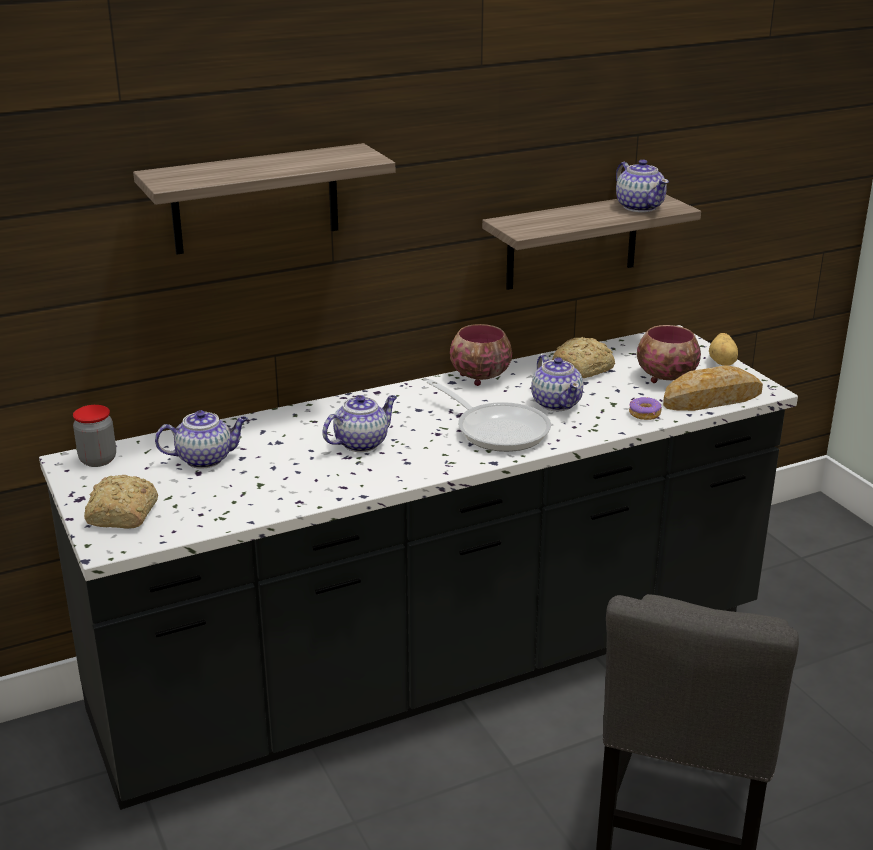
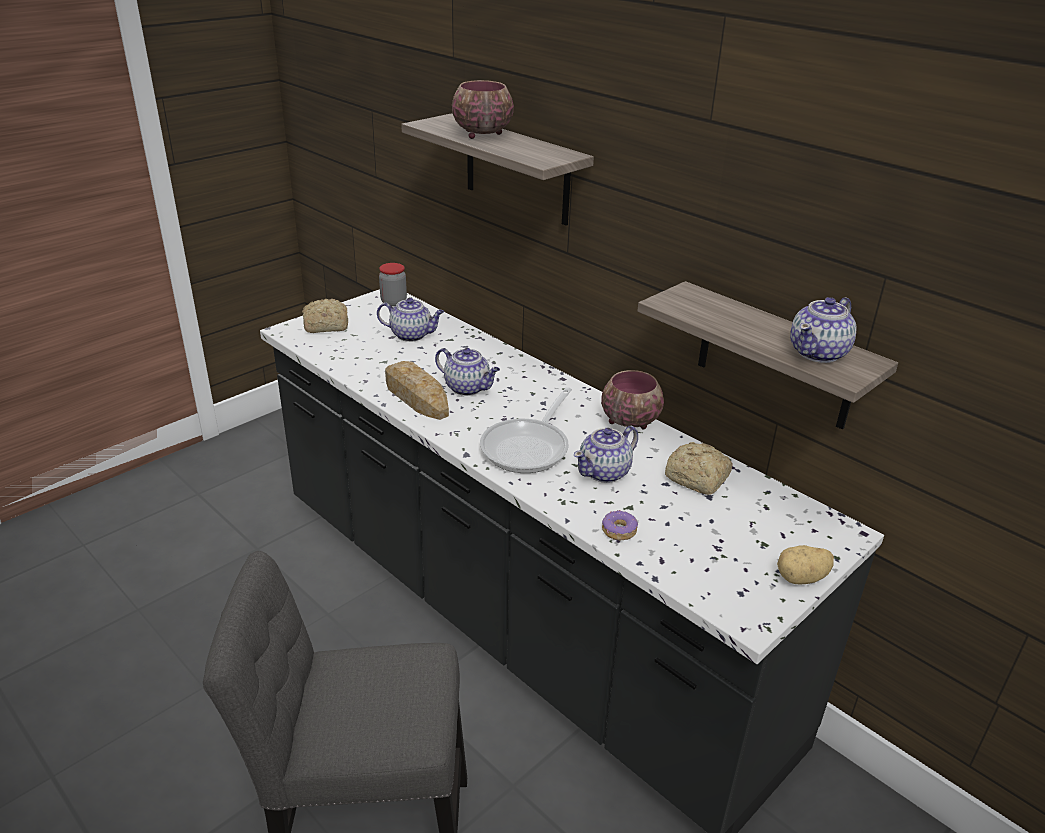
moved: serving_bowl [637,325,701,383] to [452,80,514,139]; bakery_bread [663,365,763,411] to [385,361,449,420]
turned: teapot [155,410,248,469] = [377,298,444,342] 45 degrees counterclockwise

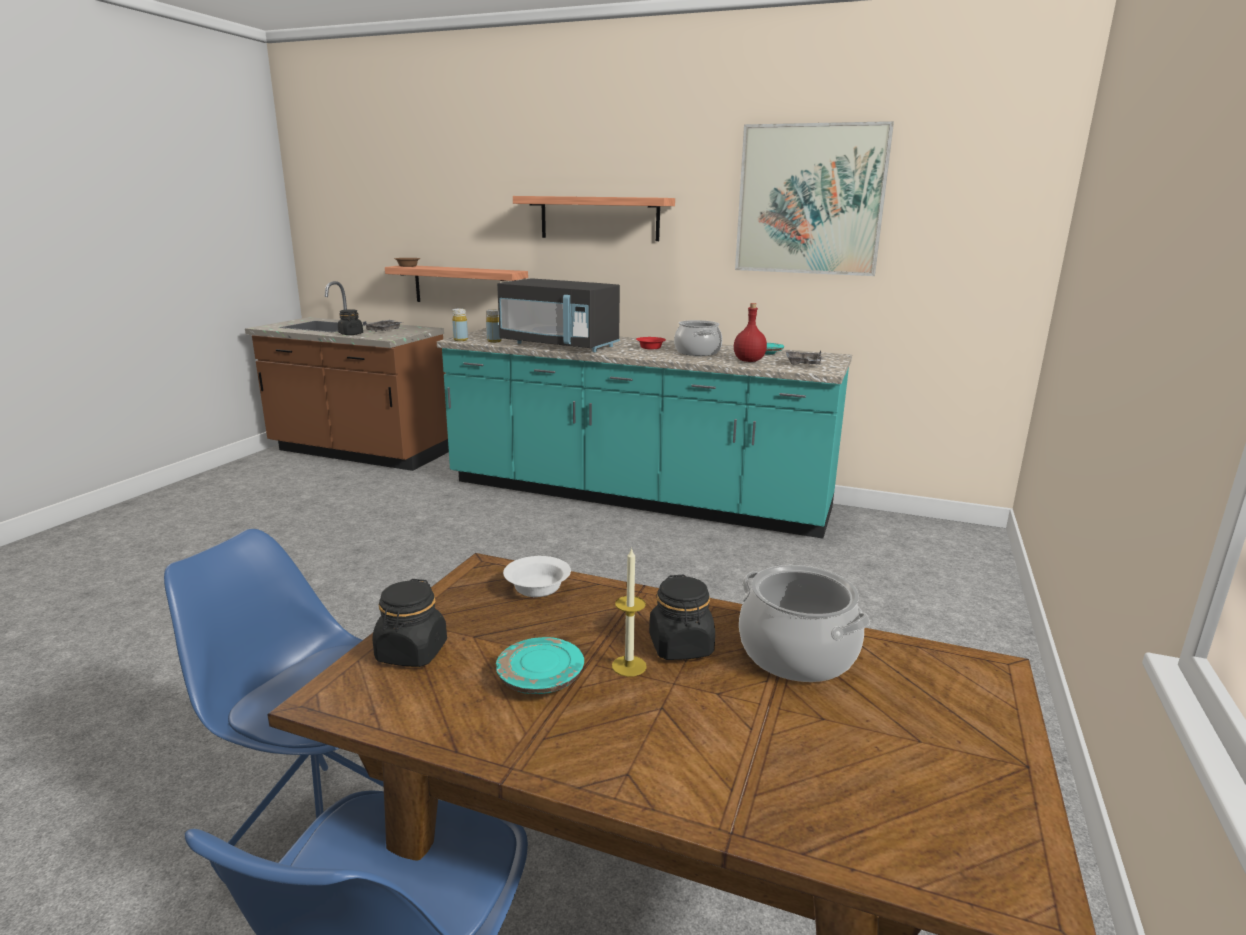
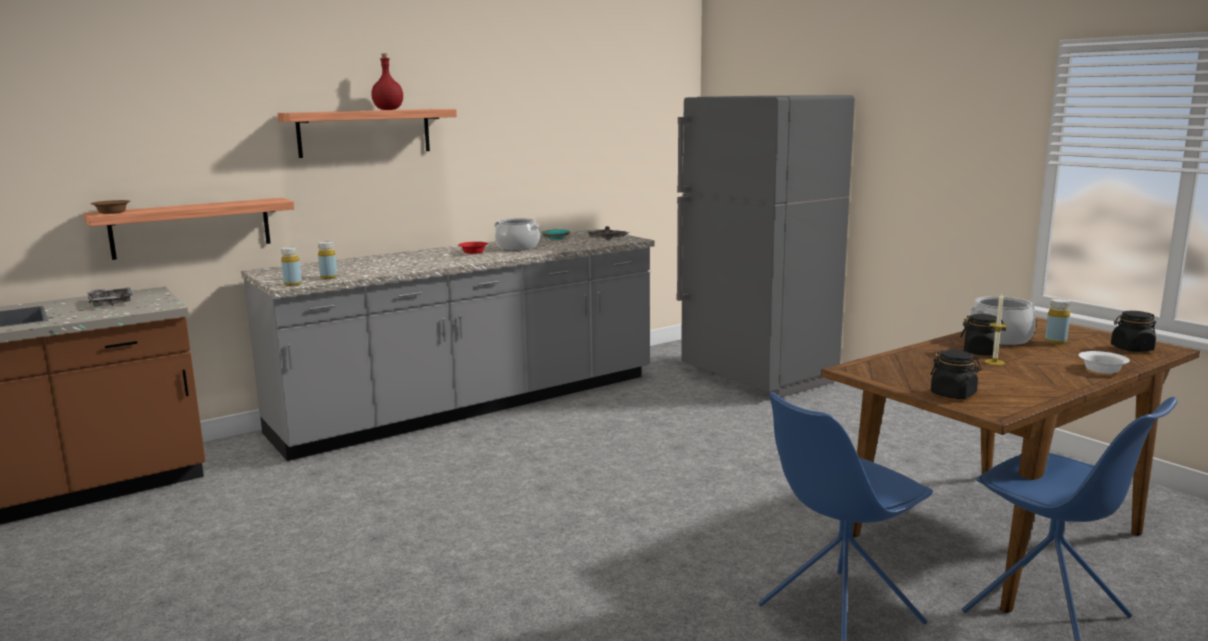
removed: turquoise-coloured_dinner_plate [496,637,584,694]; black-coloured_microwave [497,278,620,352]; wall_picture [735,121,894,276]
added: gray_fridge [676,95,855,397]; yellowish_beverage_bottle [1045,298,1070,344]
moved: black-coloured_storage_jar [338,309,363,335] to [1111,311,1156,352]; whitish_serving_bowl [503,556,571,597] to [1079,351,1130,374]; red-coloured_beverage_bottle [734,303,767,362] to [371,54,403,110]
recoloured: turquoise-coloured_kitchen_counter [437,328,852,539] to gray_kitchen_counter [241,229,655,461]

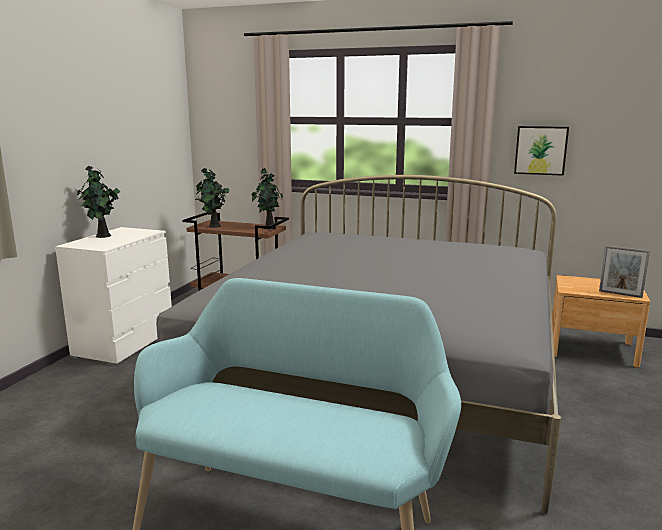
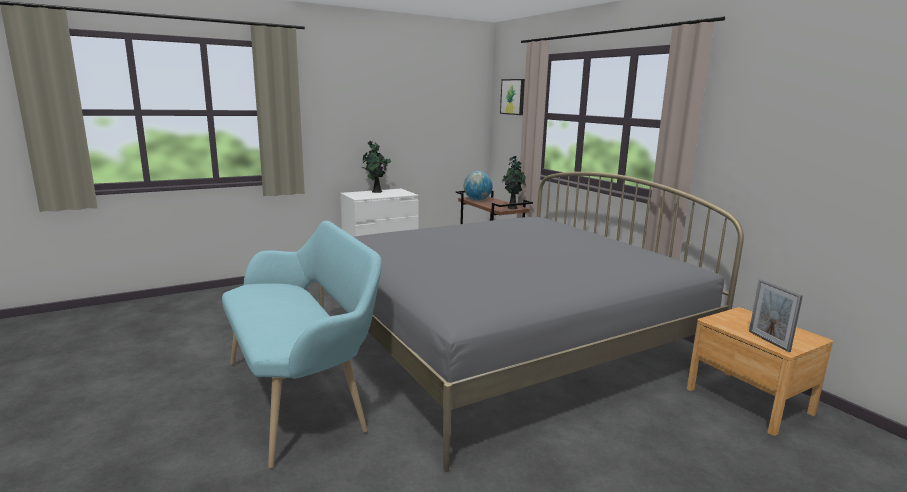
moved: wall_picture [514,126,569,176] to [500,79,525,115]
replaced: potted_plant [195,168,229,228] to world_globe [464,171,493,201]

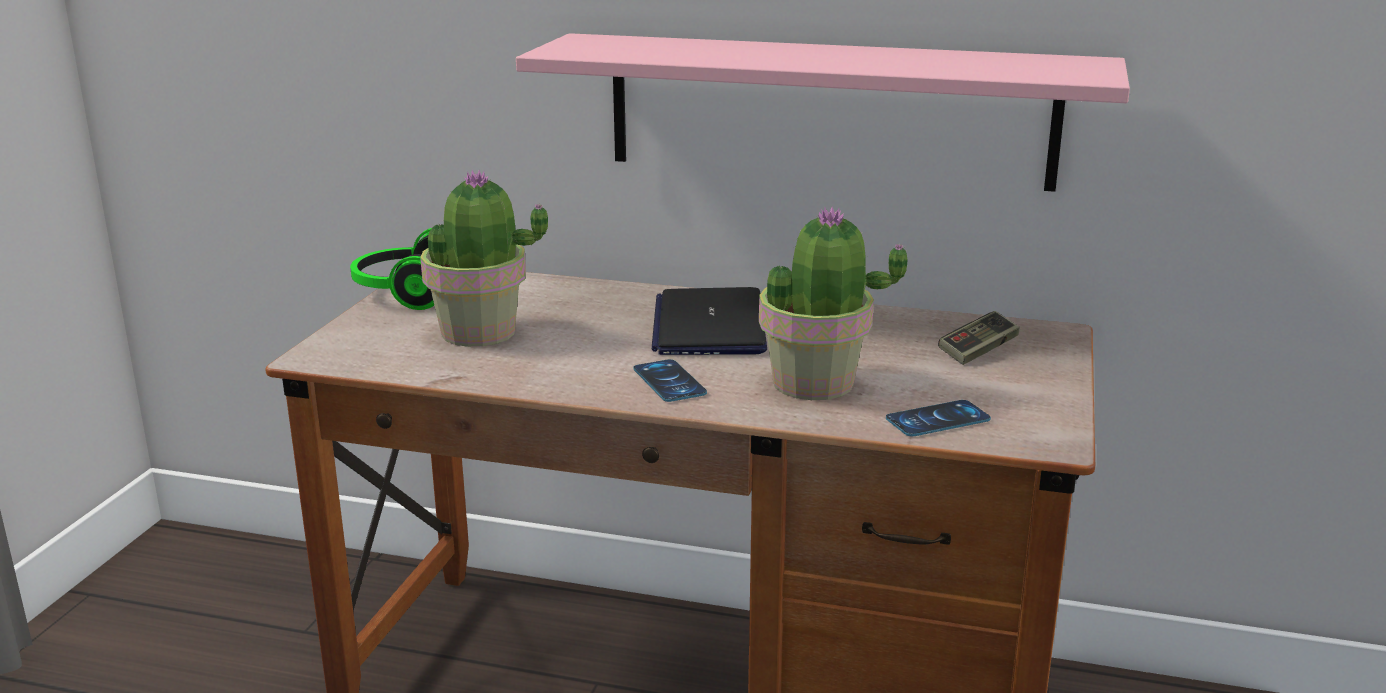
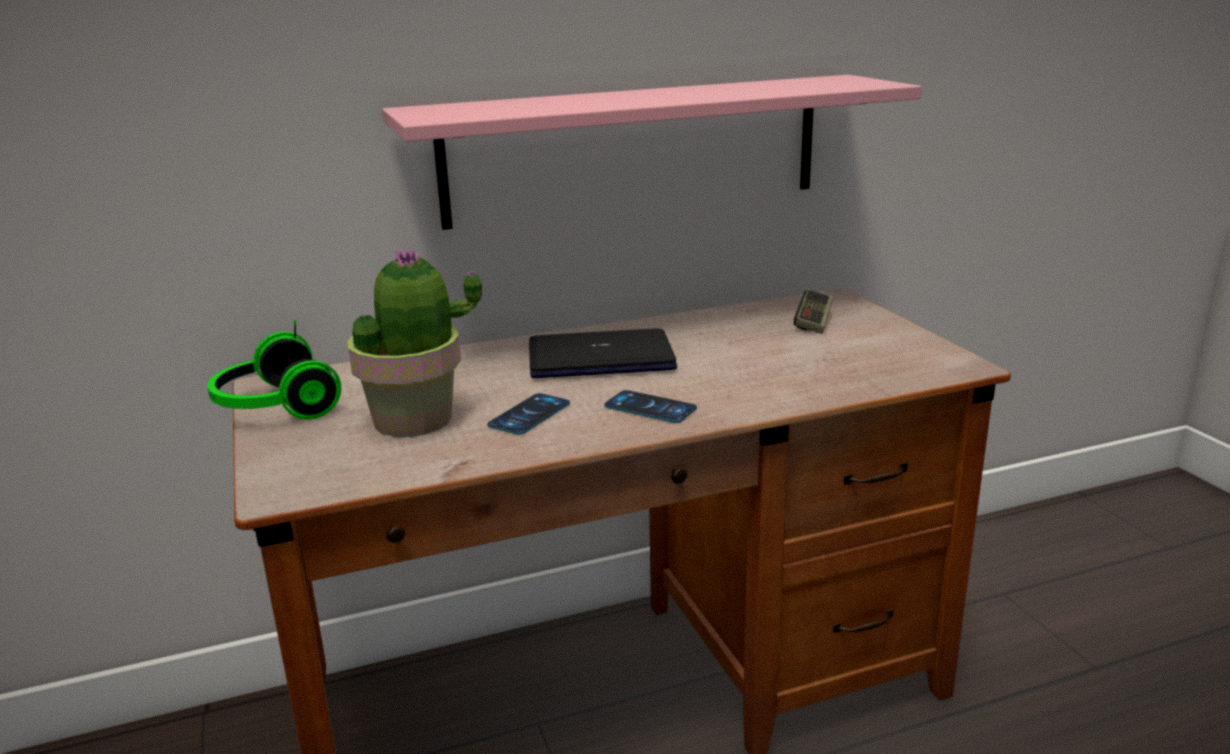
removed: potted_plant [759,206,908,400]
moved: phone [886,400,991,436] to [487,393,570,435]
turned: portable_computer [652,287,767,355] = [529,328,677,378] 120 degrees clockwise

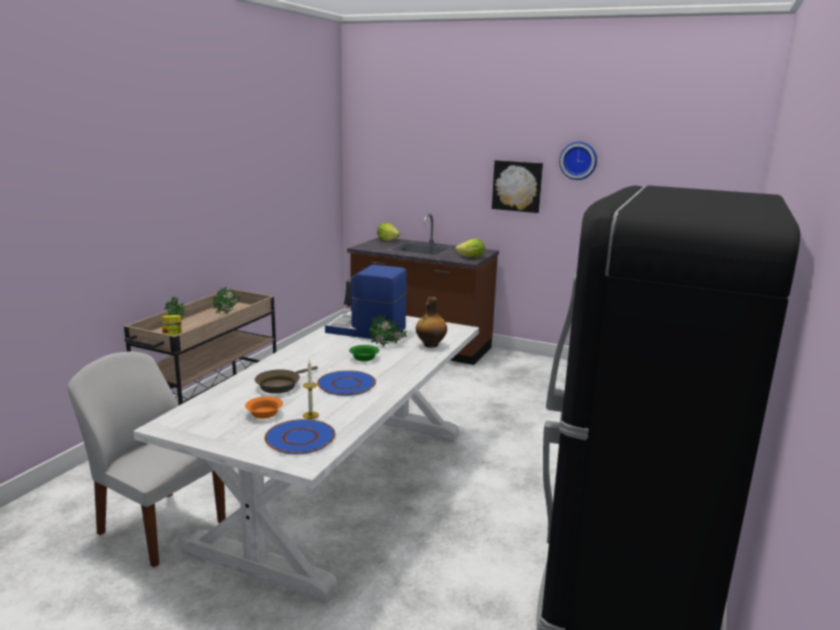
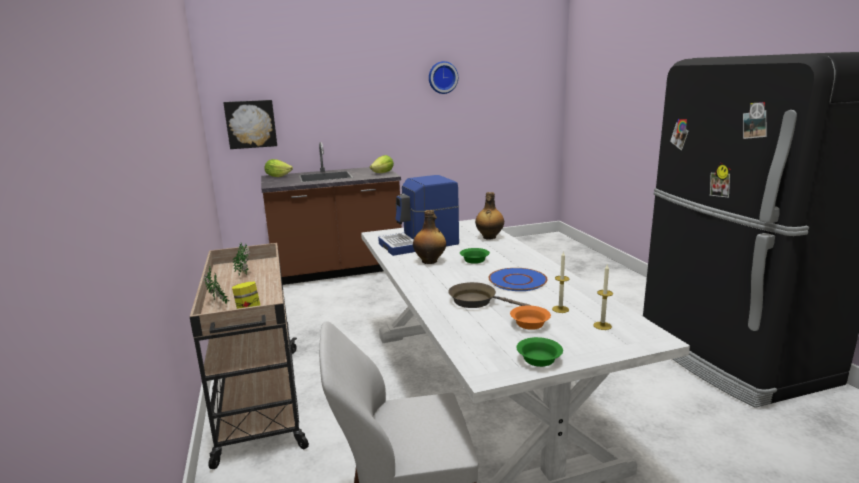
removed: potted_plant [369,315,407,347]
added: beverage_bottle [413,210,446,264]; greenish_serving_bowl [516,337,563,367]
moved: wall_picture [492,160,543,213] to [223,100,277,149]
replaced: blue-coloured_dinner_plate [264,419,335,454] to wax_candle [593,265,613,330]
turned: brown-coloured_skillet [254,366,318,394] = [448,282,531,308] 120 degrees clockwise

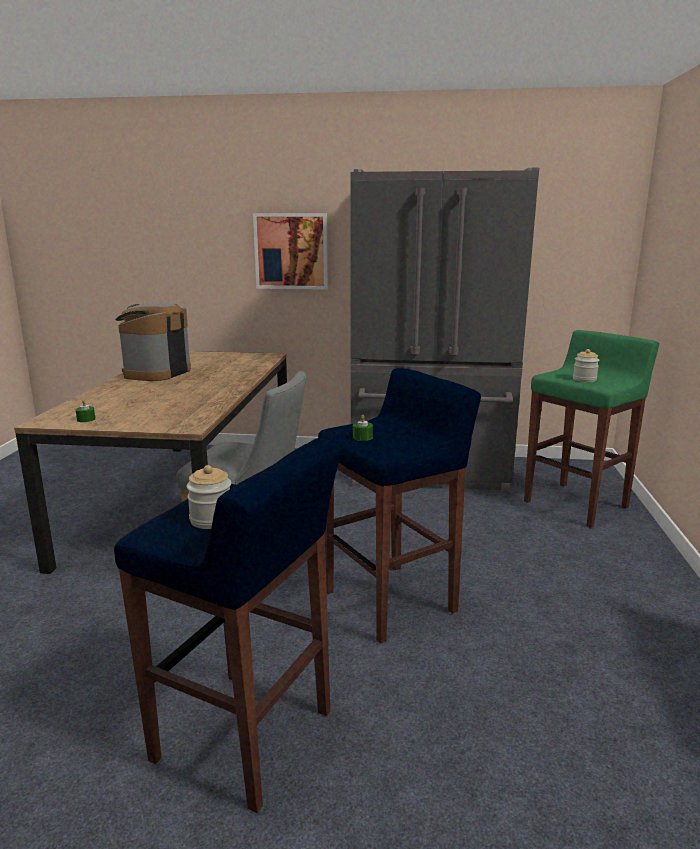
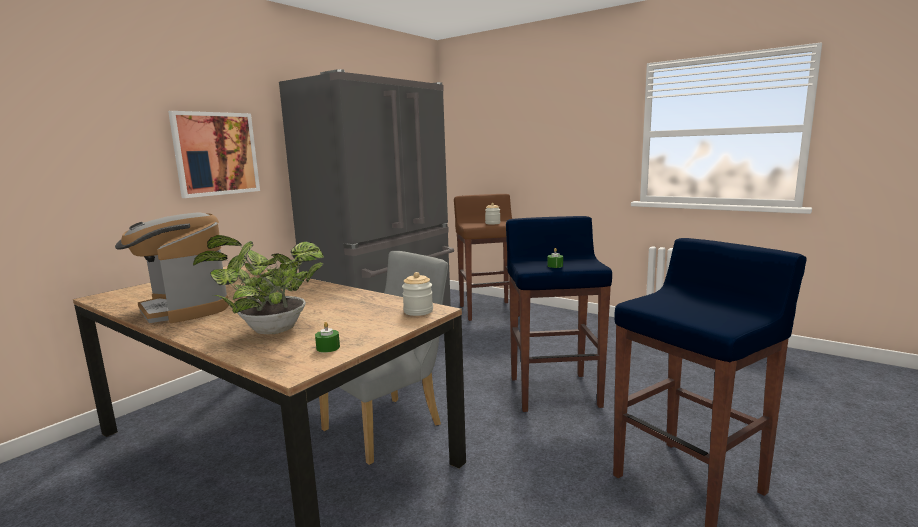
added: potted_plant [193,235,324,334]
moved: storage_jar [187,465,231,529] to [402,272,433,316]
recoloured: greenish_stool [524,330,659,528] to brown-coloured_stool [454,194,520,321]

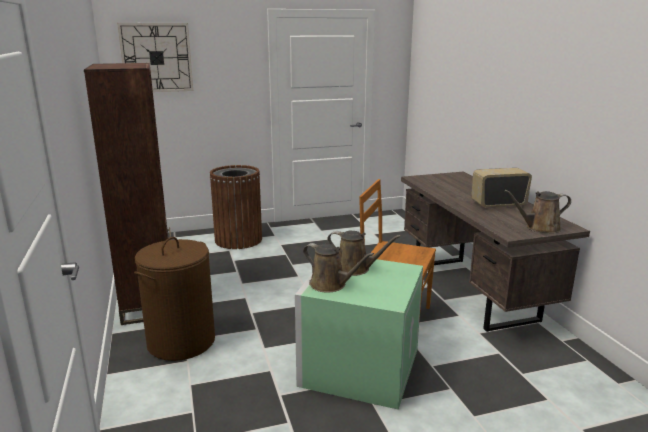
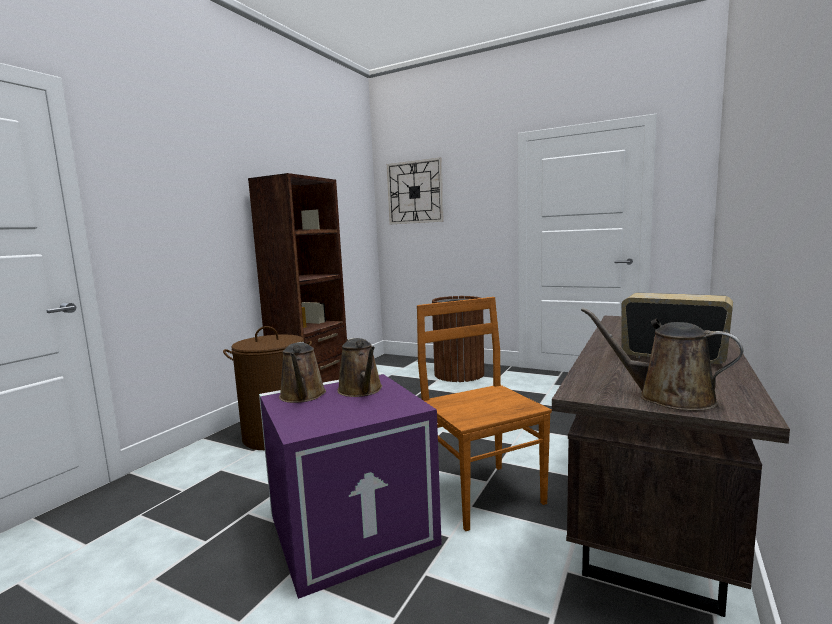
recoloured: greenish_storage_container [295,259,423,410] to purple-coloured_storage_container [259,372,442,599]

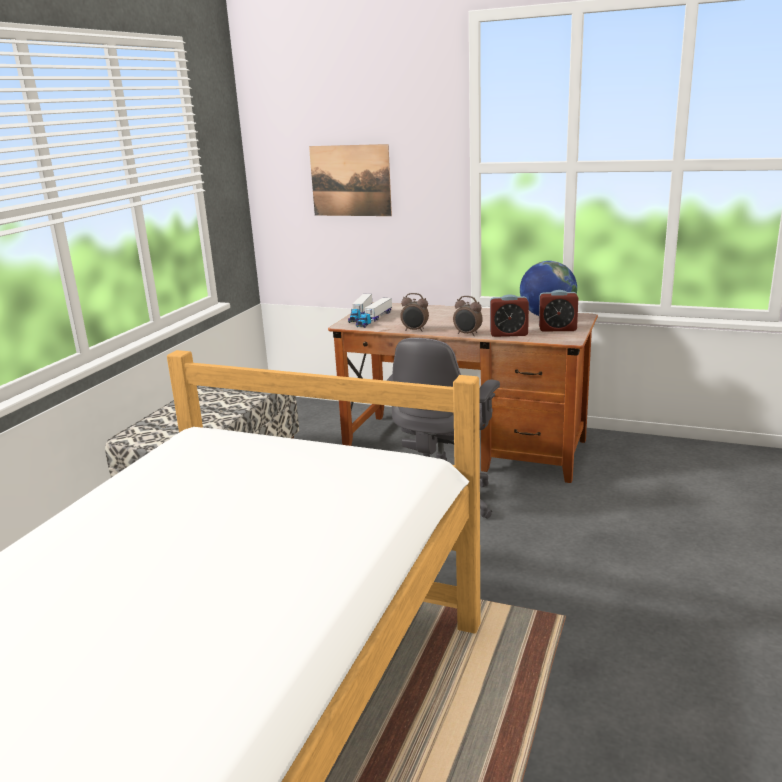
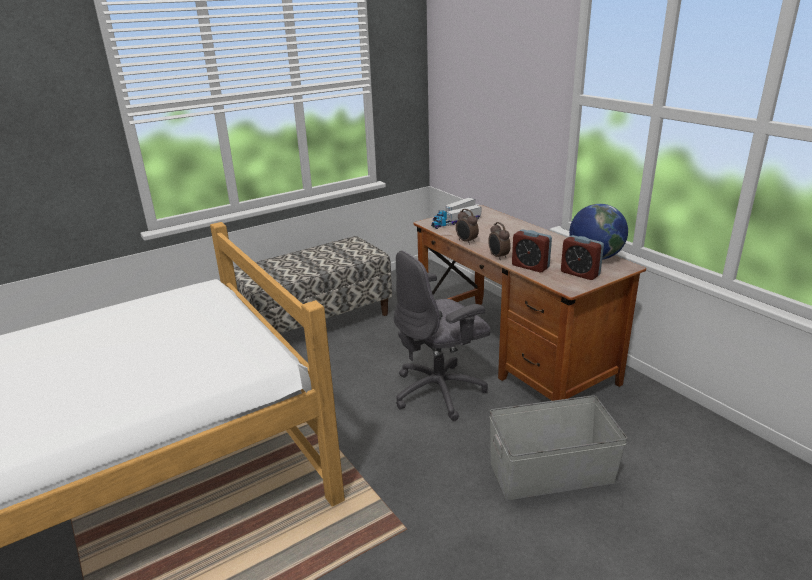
removed: wall_picture [309,144,392,216]
added: gray_storage_container [490,395,628,500]

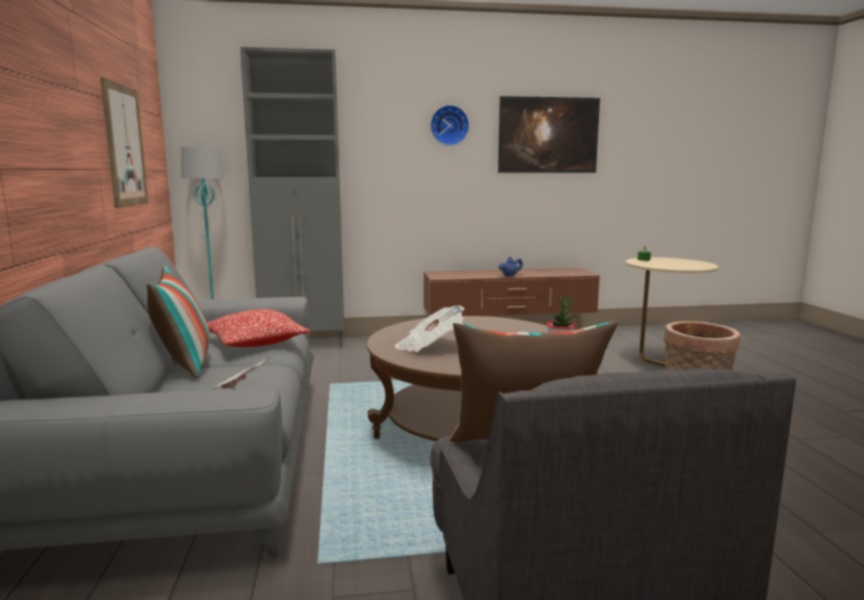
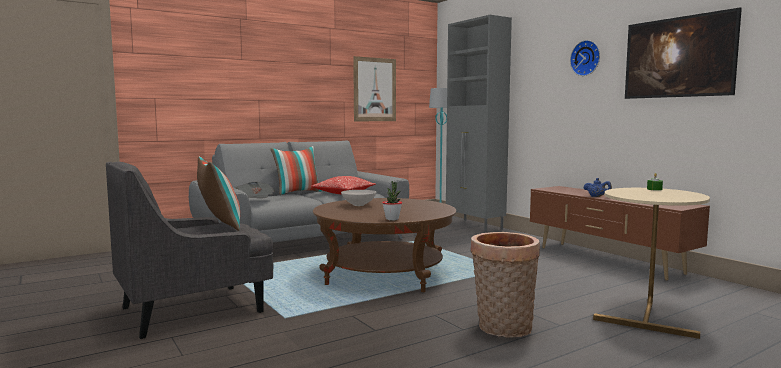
replaced: daily_paper [395,305,465,352] to whitish_serving_bowl [341,190,377,206]

